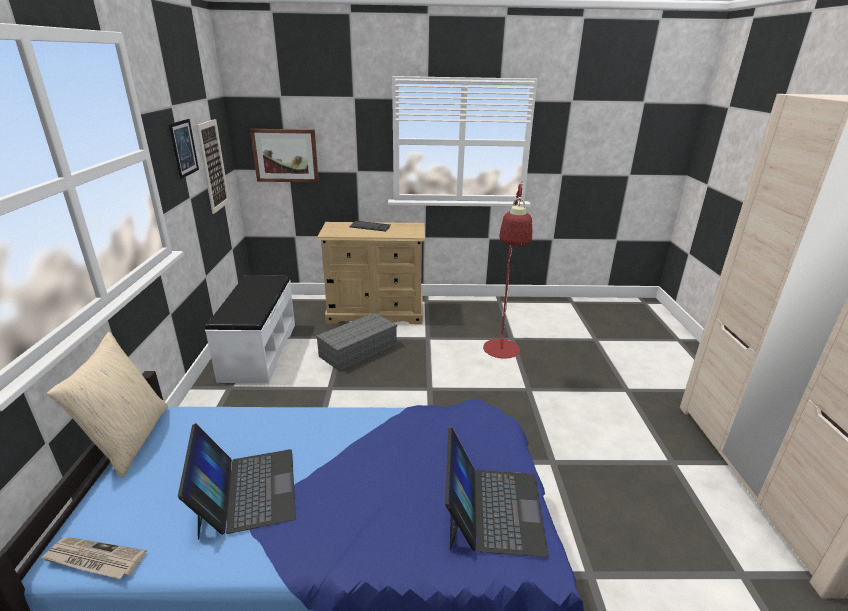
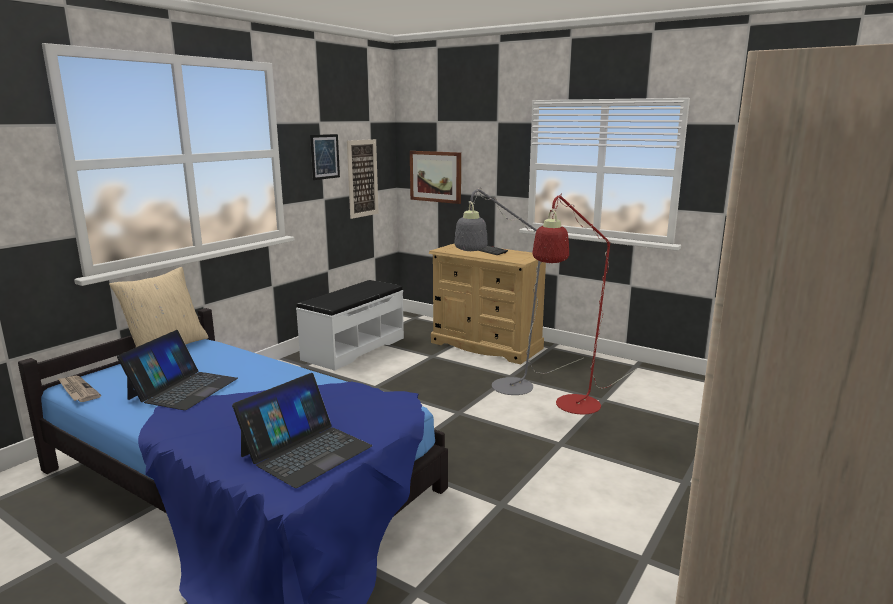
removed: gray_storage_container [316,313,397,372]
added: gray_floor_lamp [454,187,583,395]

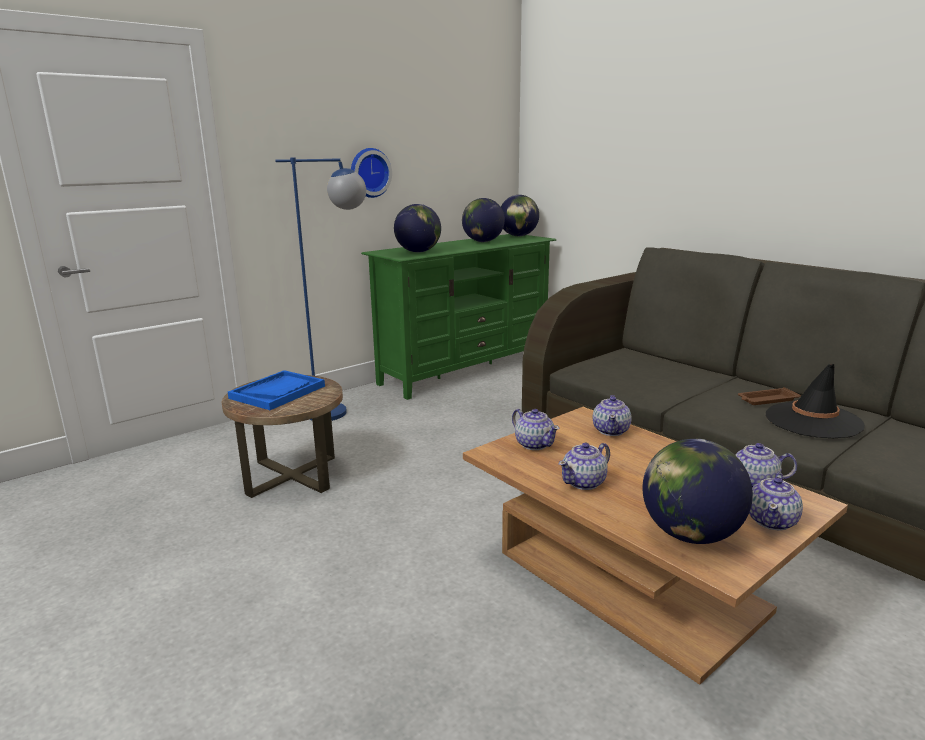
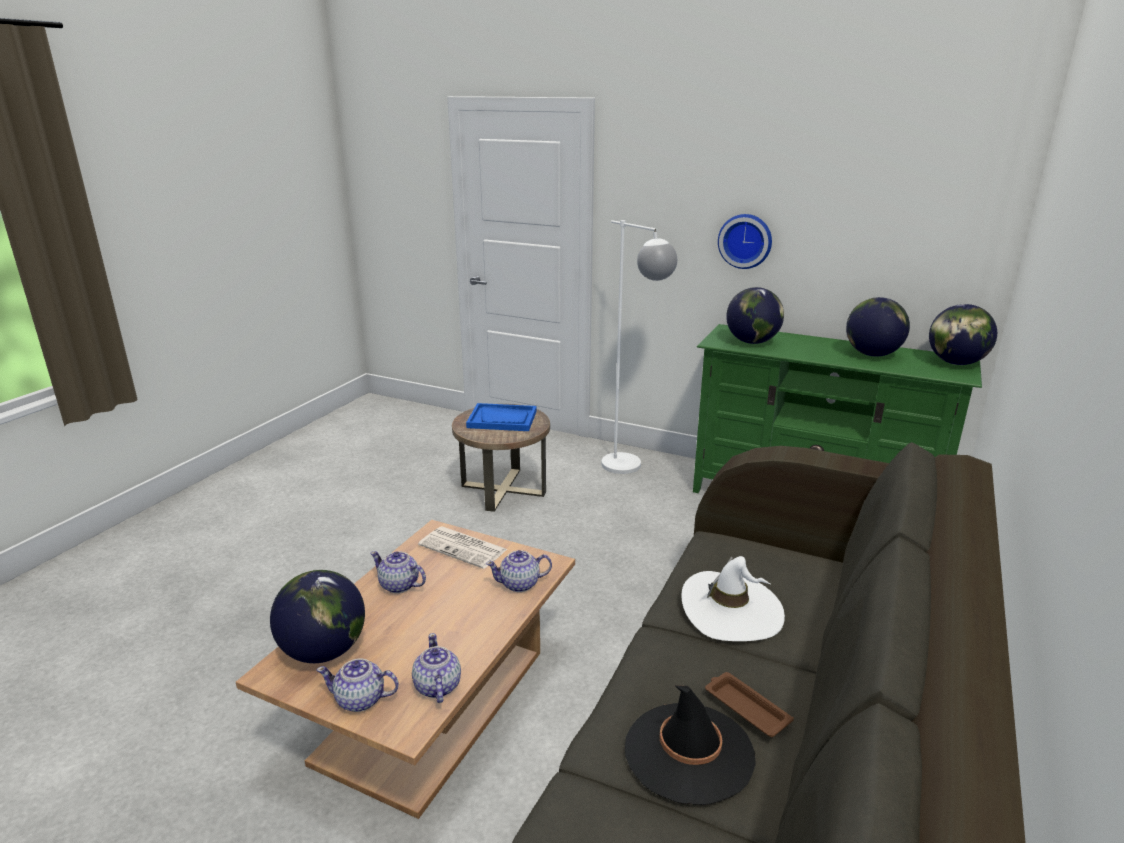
added: whitish_hat [681,556,785,641]
replaced: teapot [512,409,560,450] to daily_paper [418,526,508,569]
recoloured: blue-coloured_floor_lamp [275,157,366,421] to whitish_floor_lamp [602,220,677,474]

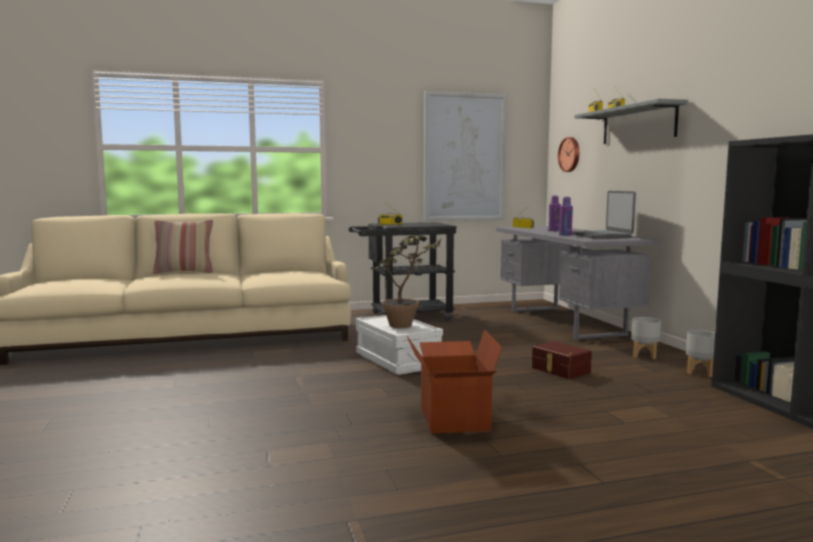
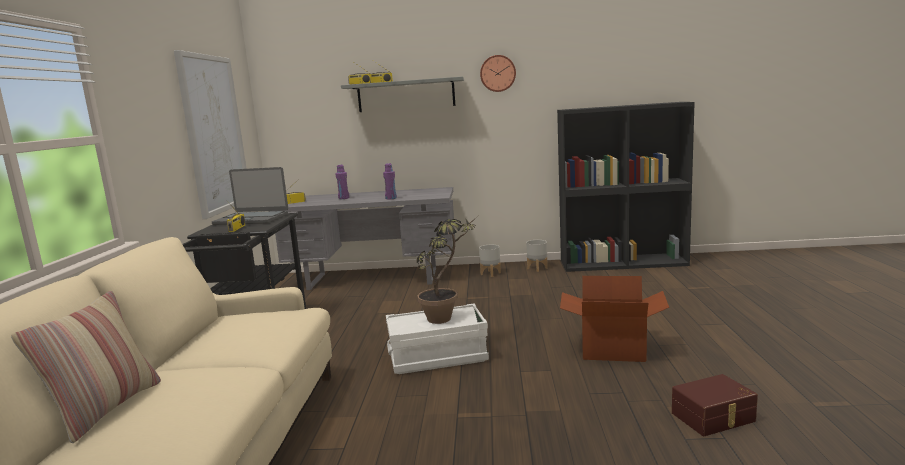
moved: brown-coloured_storage_container [532,341,592,379] to [672,374,758,436]; clock_on_the_wall [558,137,579,172] to [480,55,516,92]; portable_computer [572,191,636,239] to [212,167,288,225]

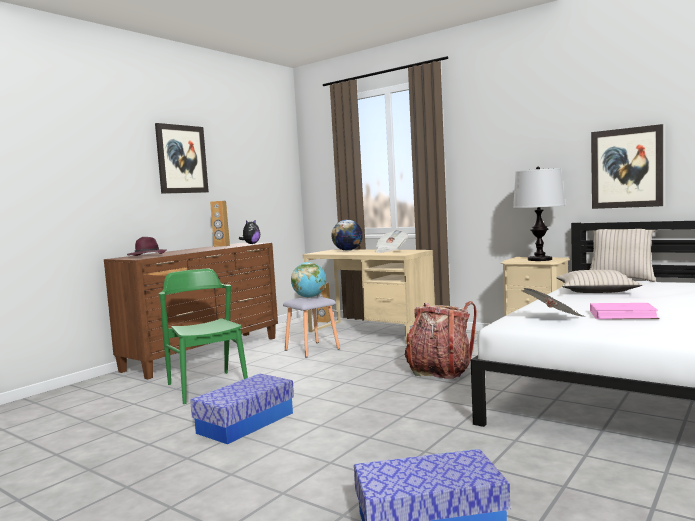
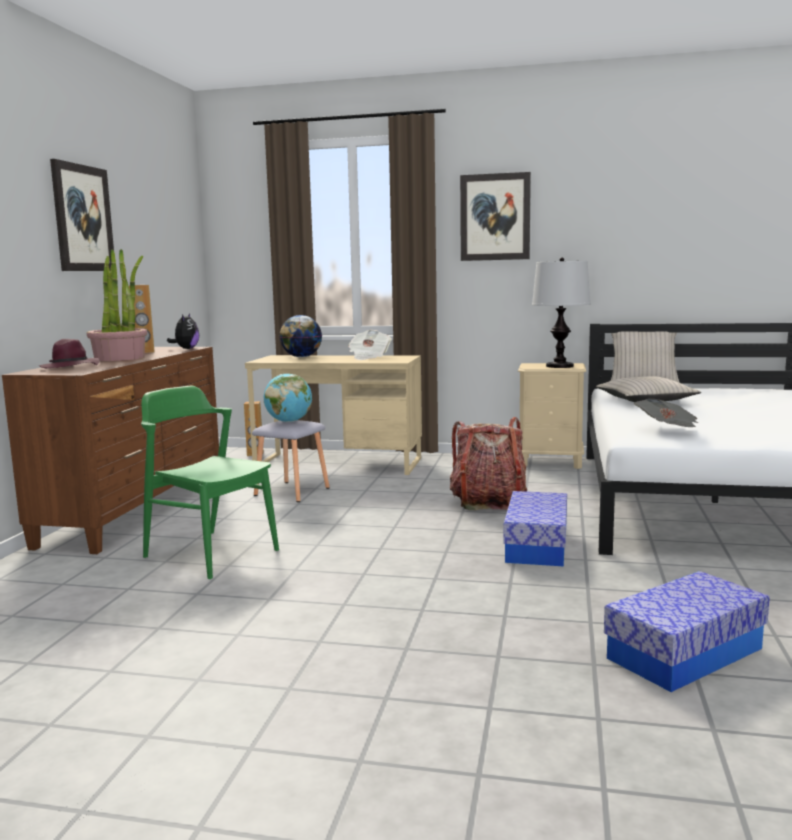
removed: pink-coloured_bound_book [590,303,660,319]
added: potted_plant [87,249,147,361]
moved: storage_container [190,374,294,444] to [503,491,567,566]; wall_picture [591,124,663,209] to [460,172,531,261]

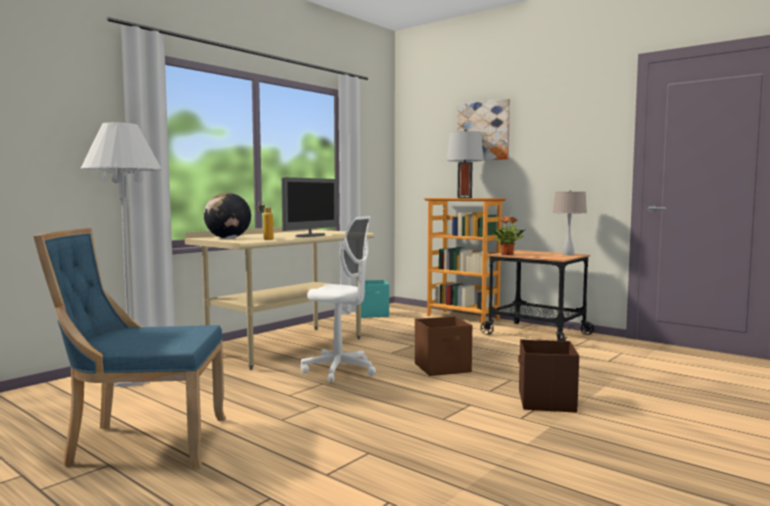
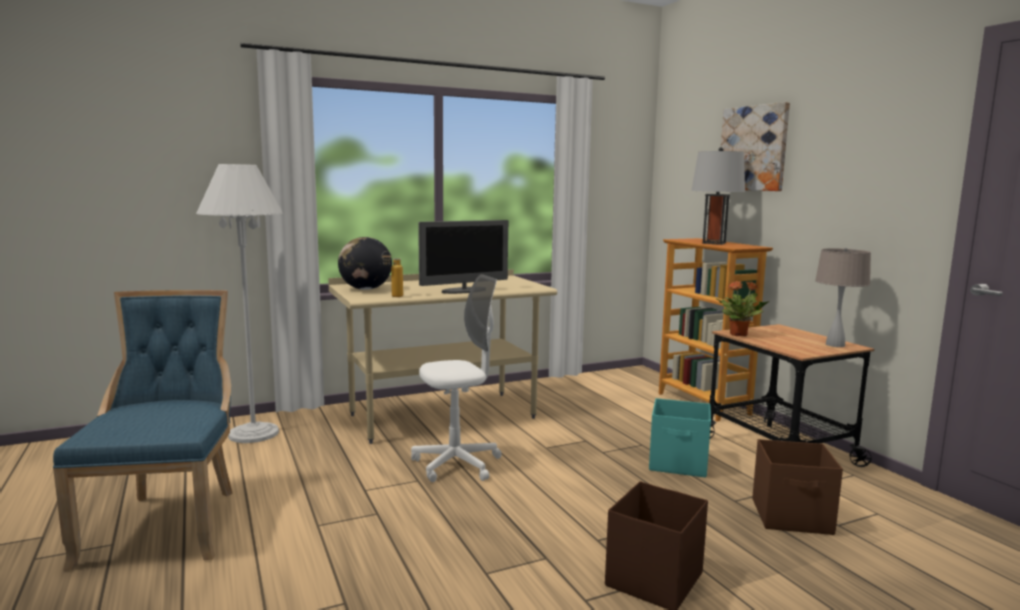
moved: turquoise-coloured_storage_container [355,280,389,318] to [649,398,711,478]; brown-coloured_storage_container [415,316,472,376] to [752,439,843,535]
turned: blue-coloured_chair [33,228,226,468] = [53,290,233,570] 60 degrees clockwise; whitish_desk_chair [301,216,376,383] = [411,274,502,482] 75 degrees counterclockwise

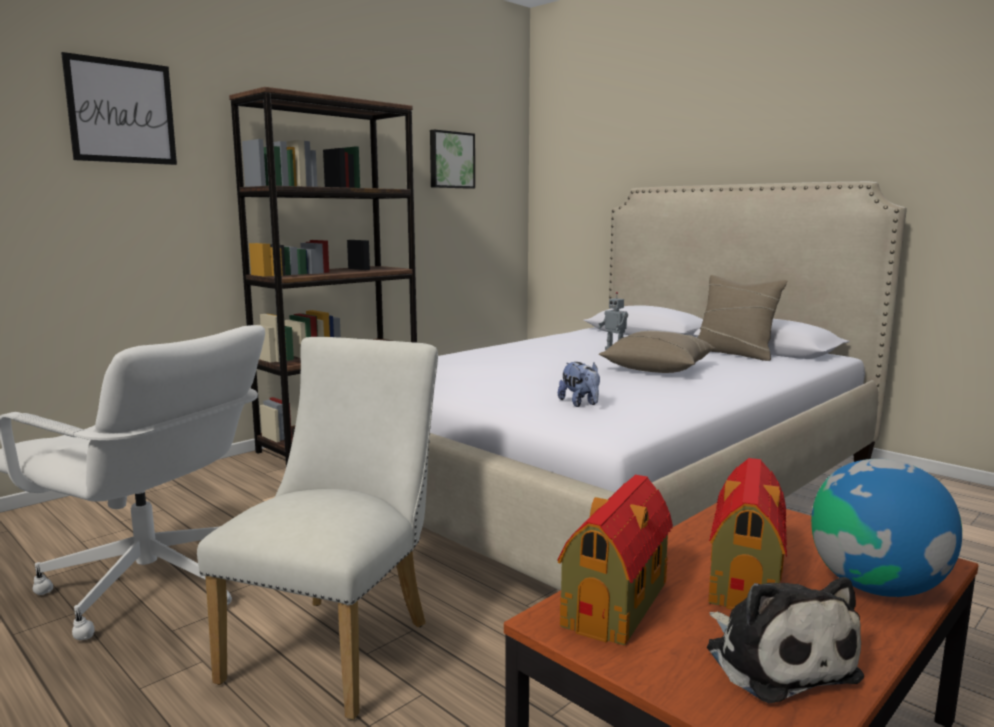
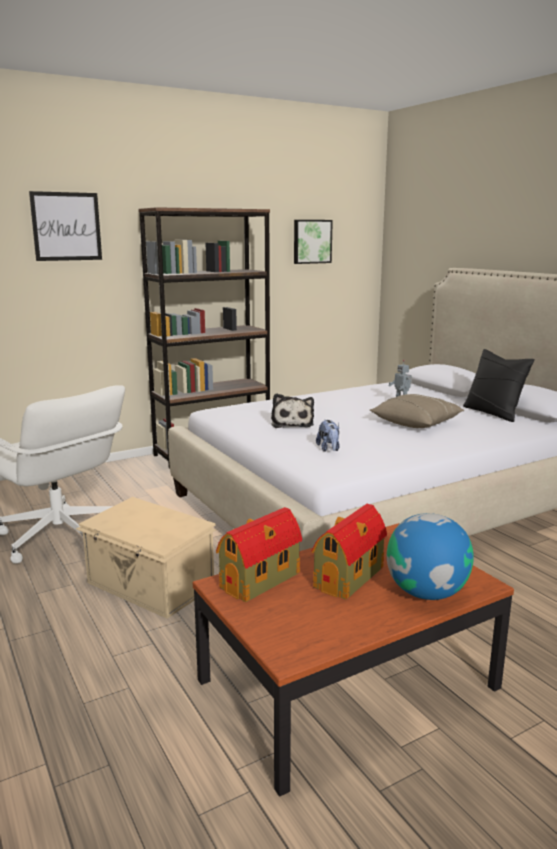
moved: soft_toy [707,577,864,704] to [271,393,314,428]
replaced: whitish_chair [197,337,438,720] to sand-coloured_storage_container [76,497,216,619]
recoloured: sand-coloured_cushion [697,275,787,361] to black-coloured_cushion [463,349,535,422]

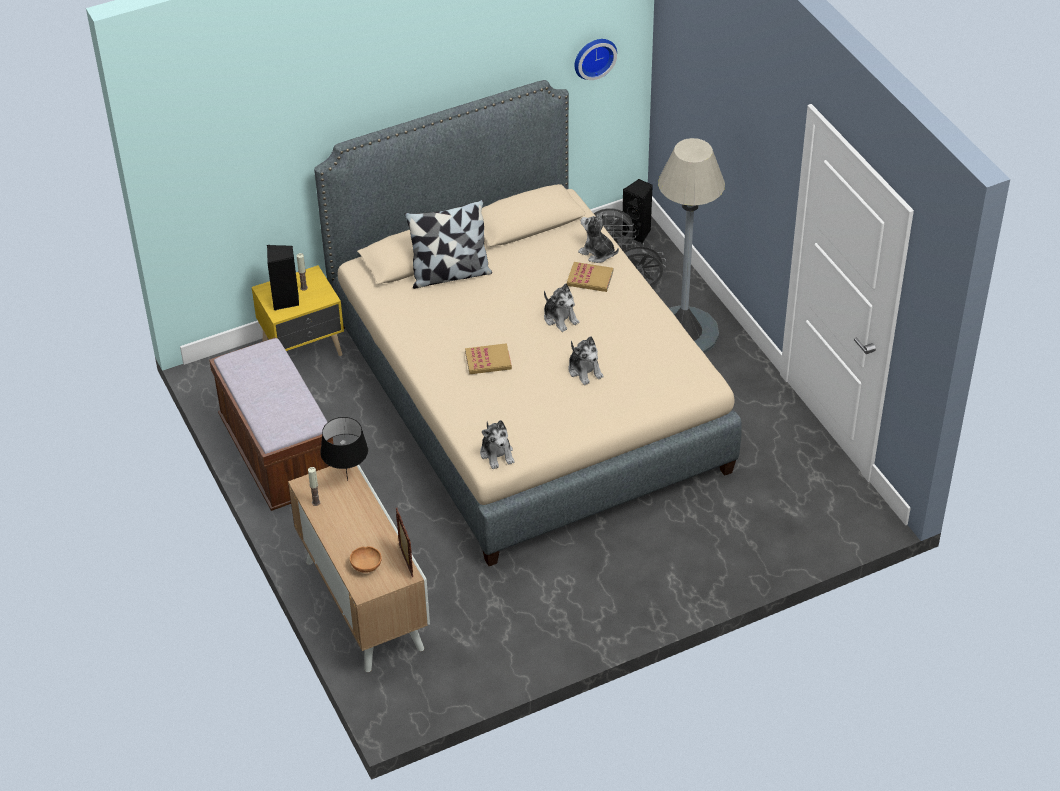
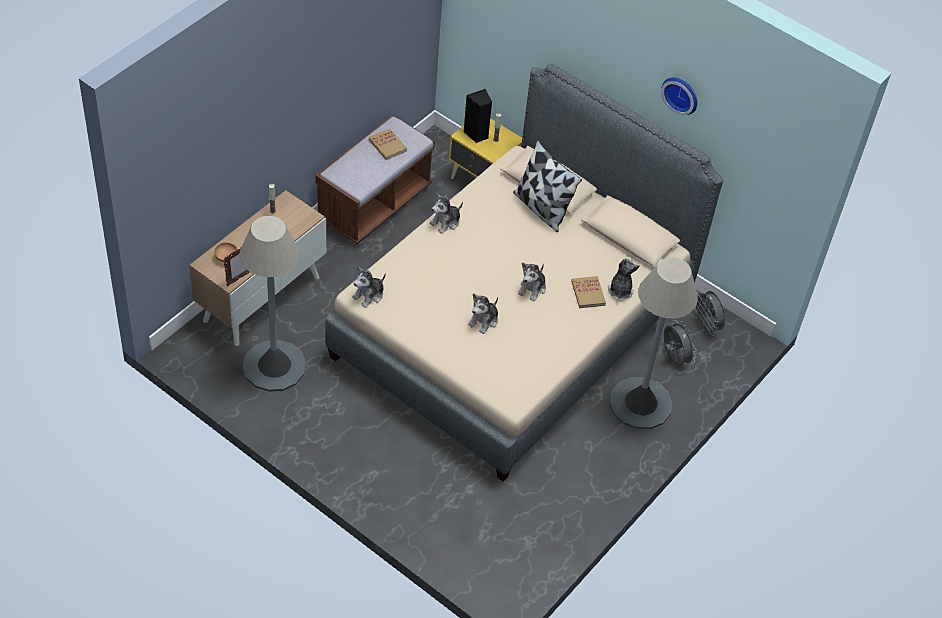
removed: black-coloured_tabletop_lamp [320,417,368,481]; black-coloured_speaker [622,179,653,243]
added: gray_floor_lamp [239,216,306,392]; soft_toy [430,193,463,234]
moved: bound_book [465,343,512,374] to [369,128,407,160]; clock_on_the_wall [575,39,617,80] to [661,77,698,115]

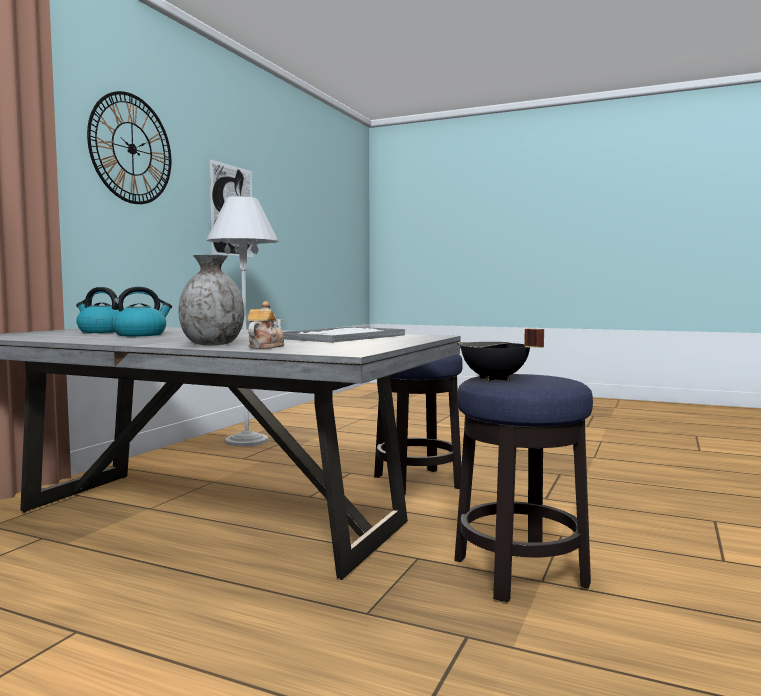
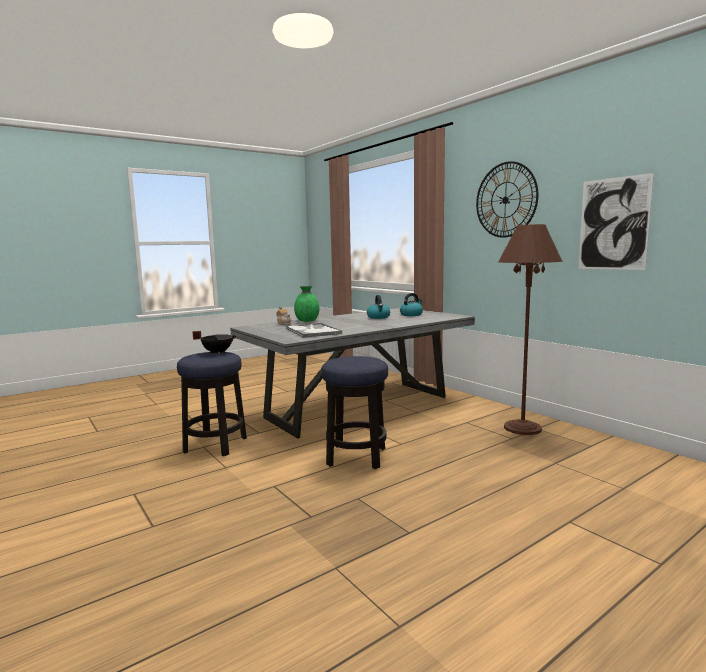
recoloured: gray_vase [178,255,244,345] to greenish_vase [294,286,320,322]; whitish_floor_lamp [207,196,279,446] to brown-coloured_floor_lamp [498,224,563,435]

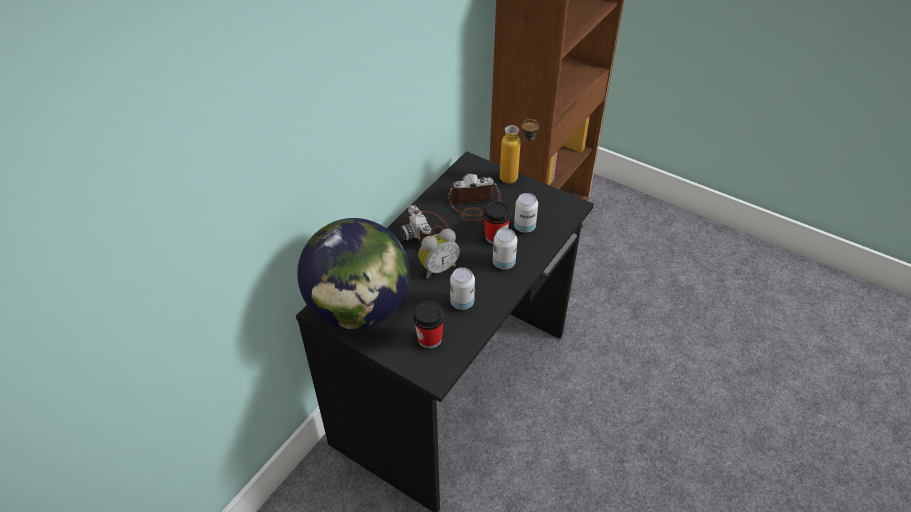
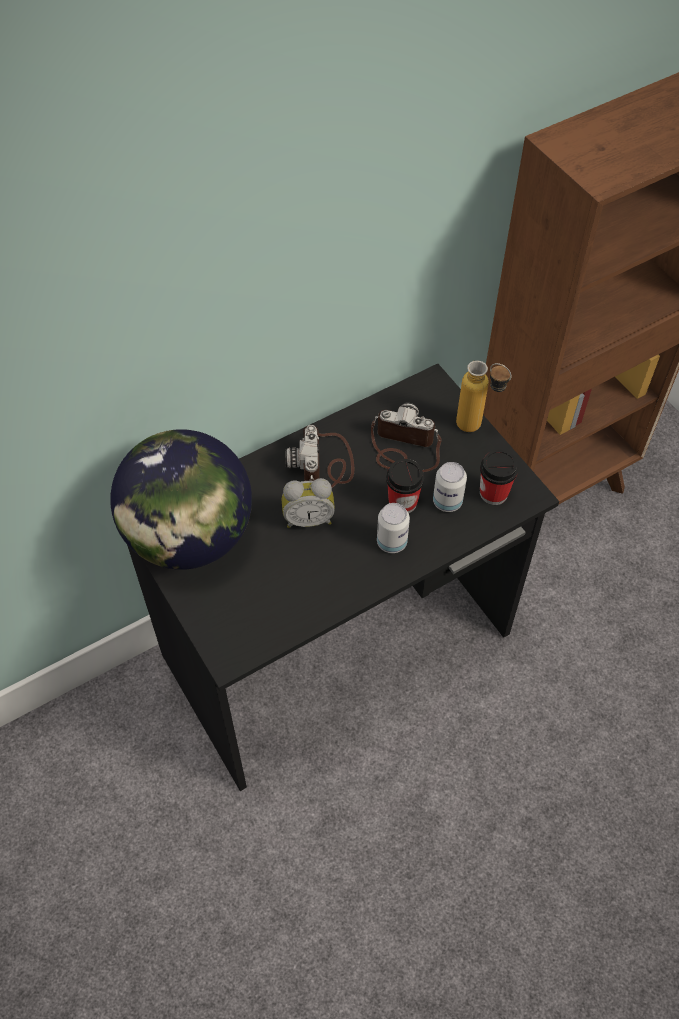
removed: sealed_can [450,267,475,310]
moved: small_cup [413,301,445,349] to [480,450,518,505]

